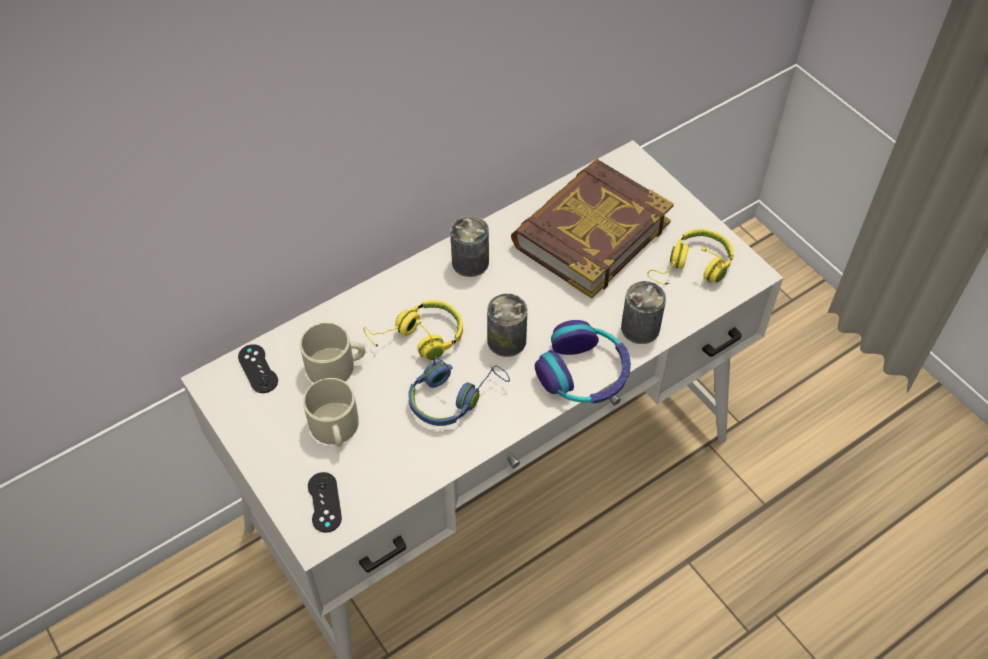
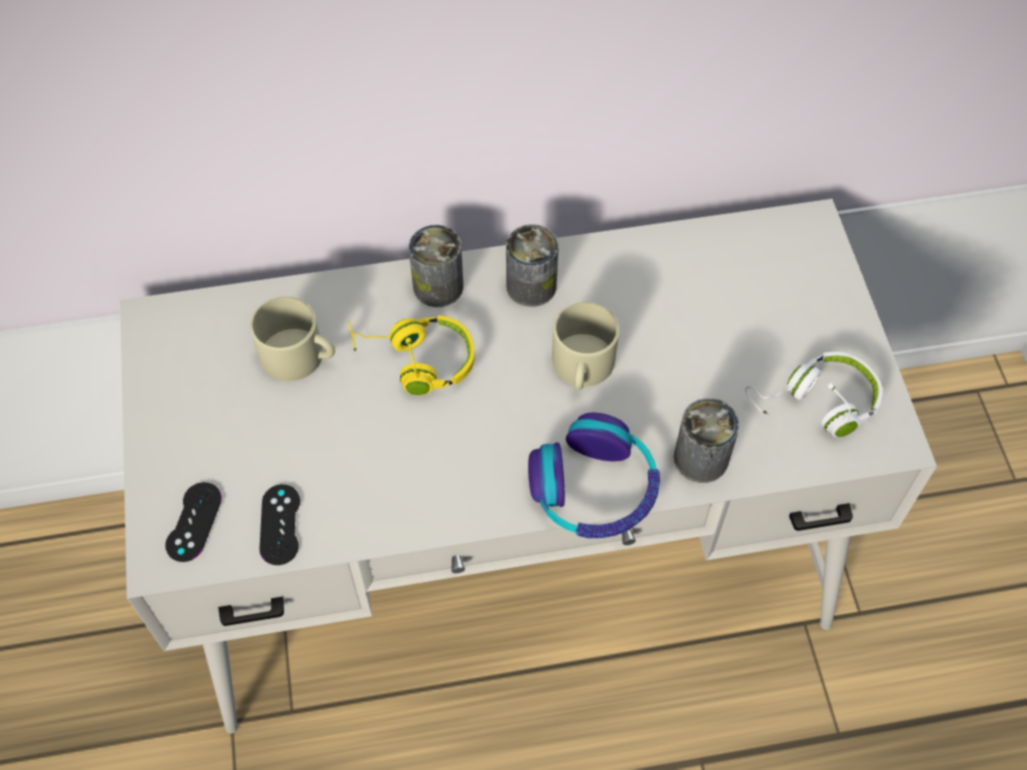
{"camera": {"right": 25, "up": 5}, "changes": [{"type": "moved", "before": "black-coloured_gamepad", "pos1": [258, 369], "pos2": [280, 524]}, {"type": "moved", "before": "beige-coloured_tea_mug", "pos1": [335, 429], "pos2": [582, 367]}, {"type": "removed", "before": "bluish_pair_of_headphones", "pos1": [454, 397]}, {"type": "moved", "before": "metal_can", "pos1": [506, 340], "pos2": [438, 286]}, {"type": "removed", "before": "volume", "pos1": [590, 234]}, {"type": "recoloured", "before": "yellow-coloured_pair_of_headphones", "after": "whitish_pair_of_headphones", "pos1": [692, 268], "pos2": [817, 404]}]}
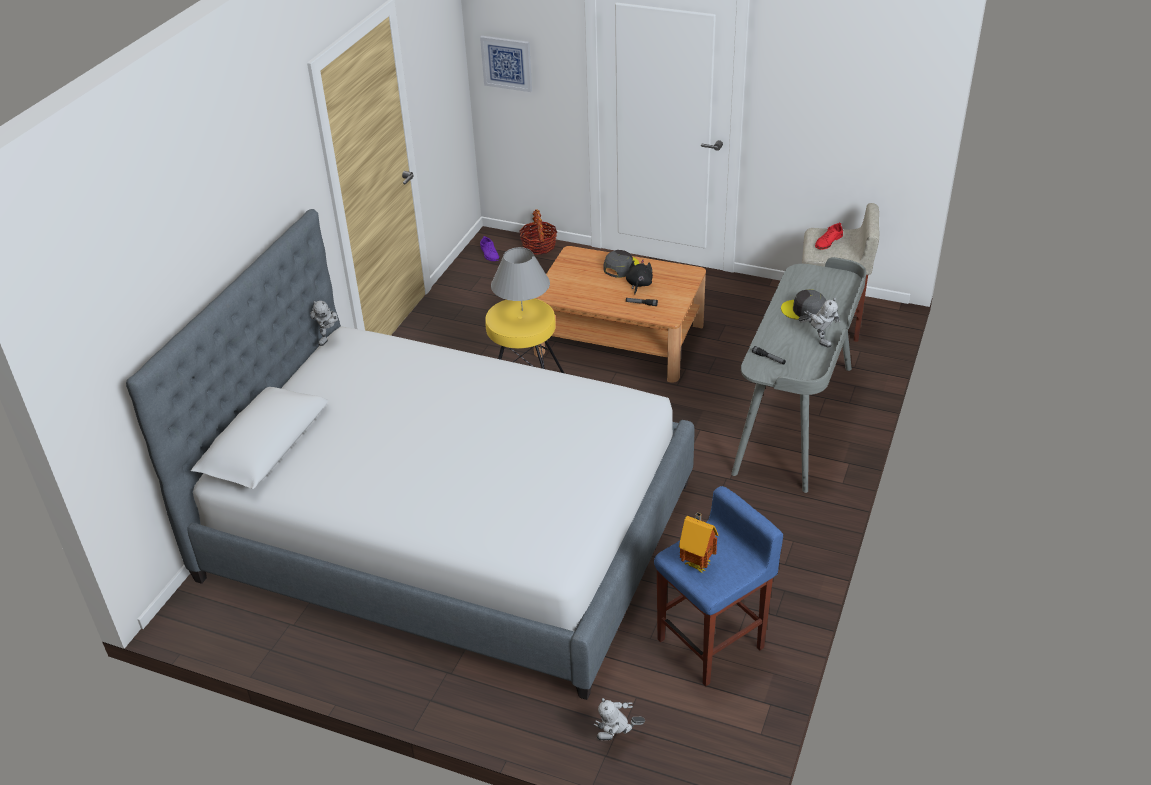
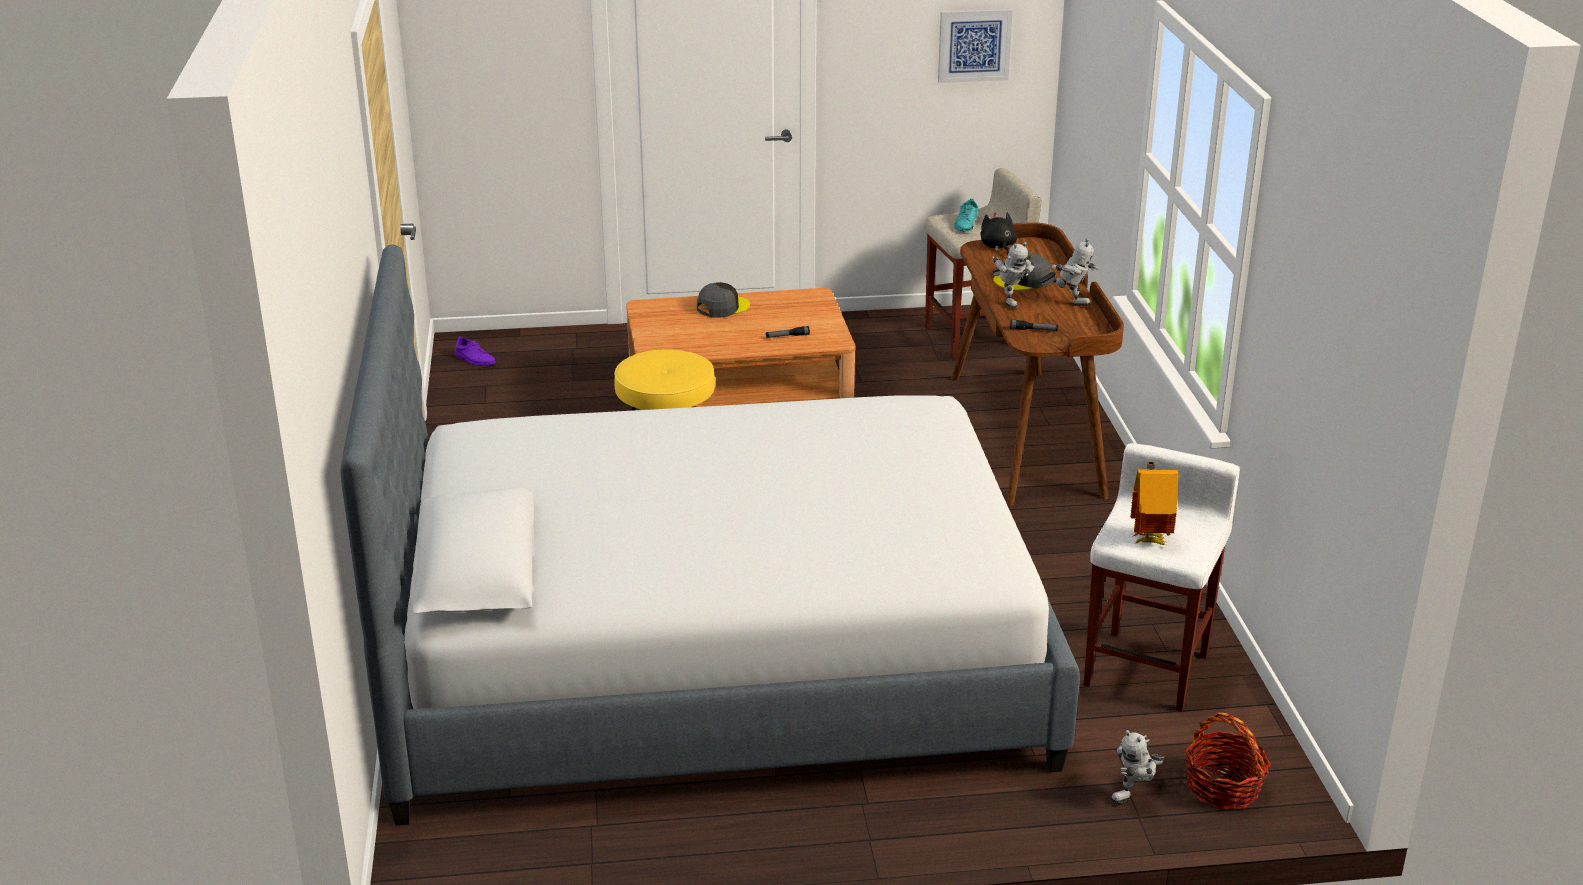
{"camera": {"right": -30, "up": -10}, "changes": [{"type": "moved", "before": "model_robot", "pos1": [329, 337], "pos2": [1009, 301]}, {"type": "moved", "before": "wall_art", "pos1": [507, 63], "pos2": [974, 45]}, {"type": "removed", "before": "gray_tabletop_lamp", "pos1": [522, 310]}, {"type": "moved", "before": "storage_basket", "pos1": [539, 246], "pos2": [1223, 787]}, {"type": "turned", "before": "gray_cap", "pos1": [621, 267], "pos2": [722, 307], "turn": 45}, {"type": "moved", "before": "black-coloured_cuddly_toy", "pos1": [639, 285], "pos2": [998, 247]}, {"type": "recoloured", "before": "bluish_stool_seat", "after": "whitish_stool_seat", "pos1": [712, 643], "pos2": [1147, 669]}, {"type": "recoloured", "before": "gray_desk_unit", "after": "brown_desk_unit", "pos1": [796, 419], "pos2": [1027, 434]}, {"type": "recoloured", "before": "red-coloured_low_shoe", "after": "turquoise-coloured_low_shoe", "pos1": [828, 242], "pos2": [966, 224]}]}
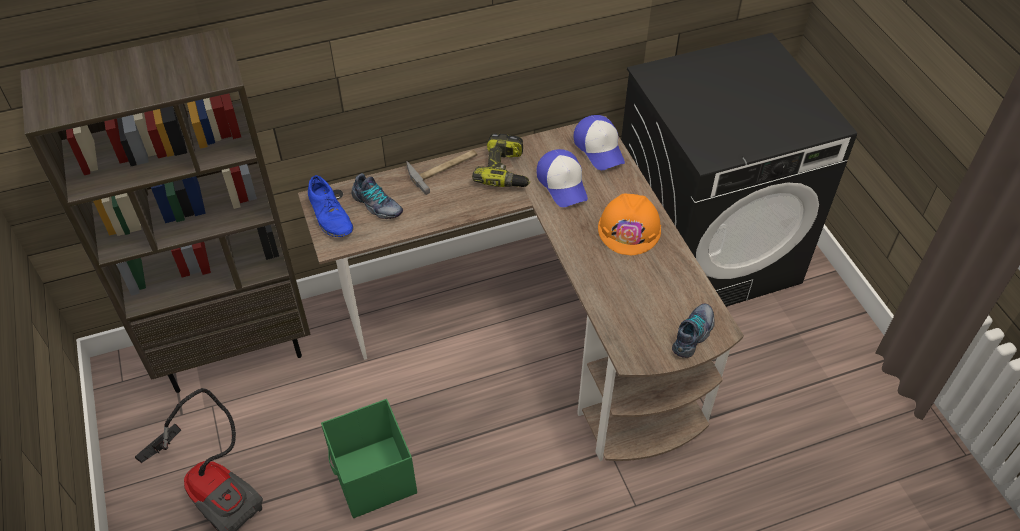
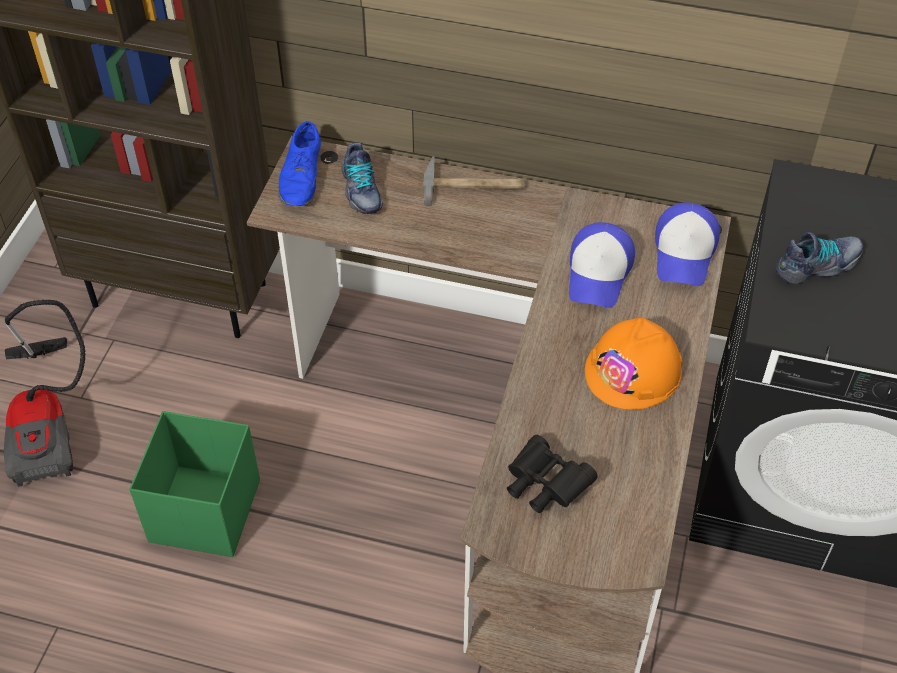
{"camera": {"right": 35, "up": 0}, "changes": [{"type": "removed", "before": "electric_drill", "pos1": [506, 170]}, {"type": "moved", "before": "low_shoe", "pos1": [693, 334], "pos2": [818, 266]}, {"type": "added", "after": "black-coloured_binoculars", "pos2": [544, 485]}]}
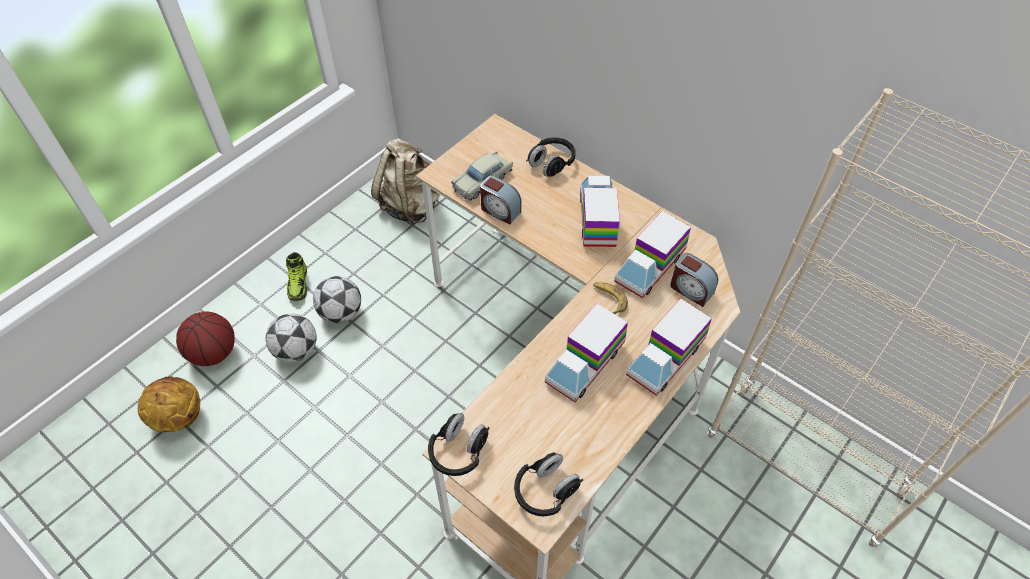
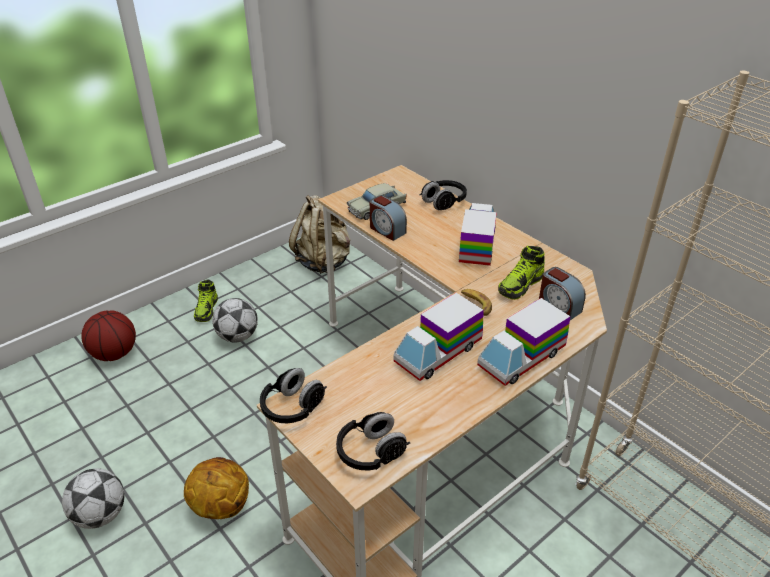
{"camera": {"right": 10, "up": -15}, "changes": [{"type": "moved", "before": "basketball_ball", "pos1": [178, 417], "pos2": [220, 506]}, {"type": "moved", "before": "football", "pos1": [296, 351], "pos2": [100, 515]}, {"type": "replaced", "before": "toy_lorry", "after": "low_shoe", "pos1": [649, 267], "pos2": [520, 285]}]}
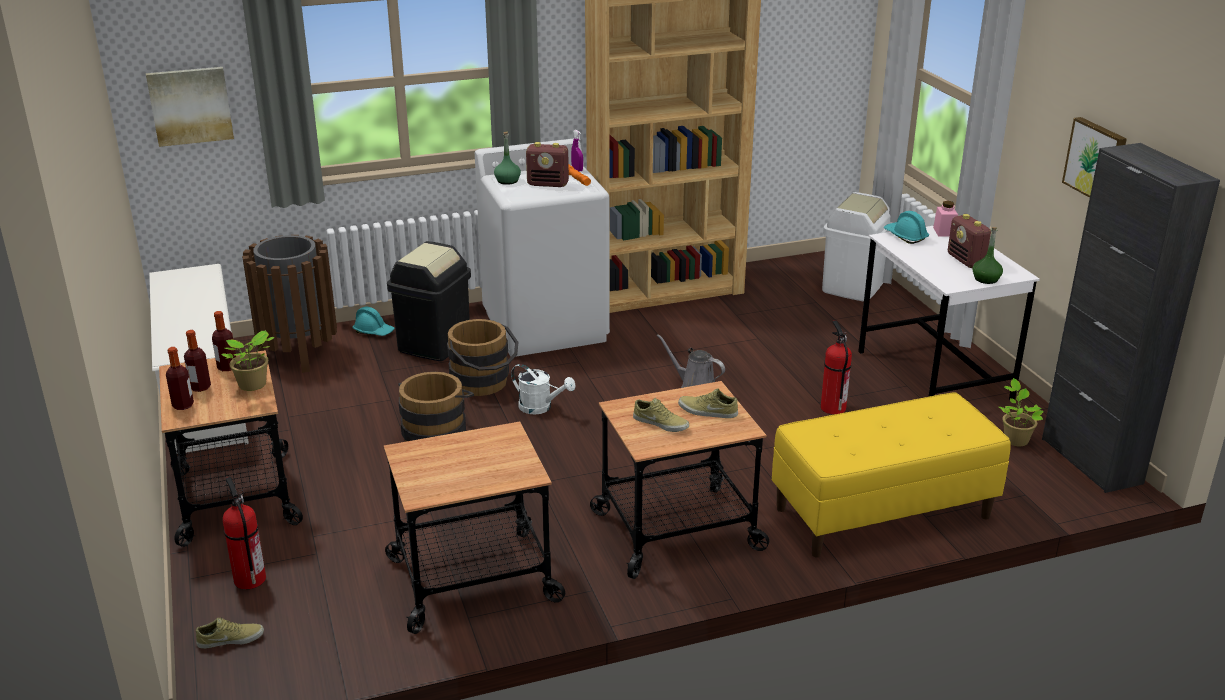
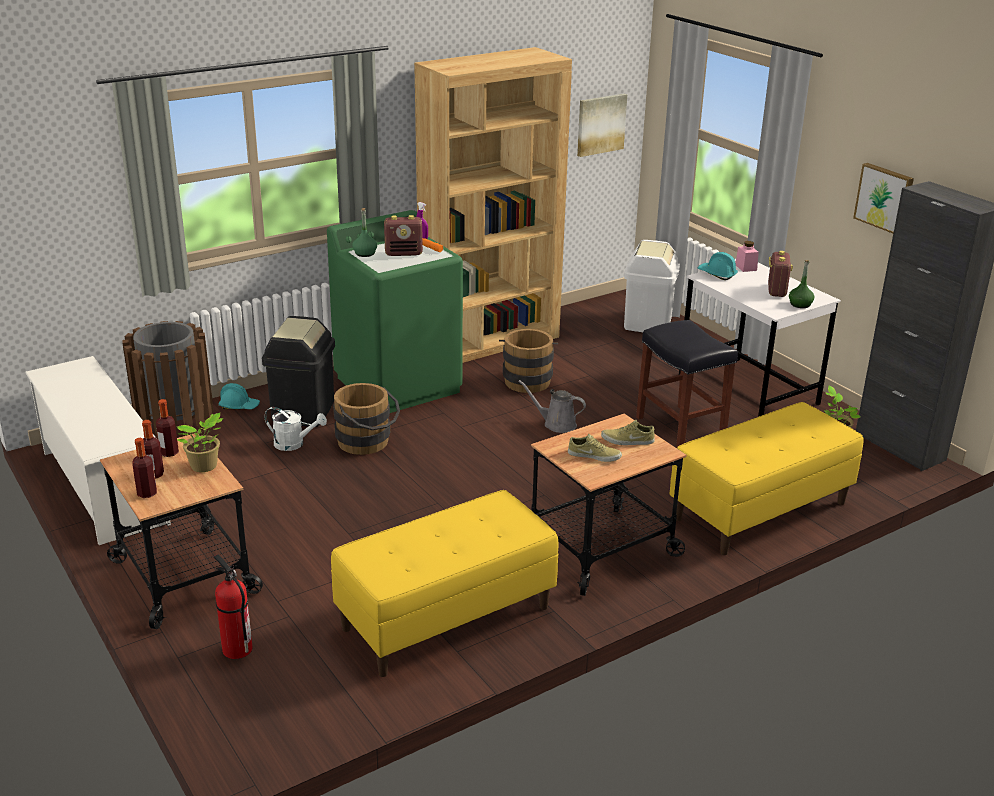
{"camera": {"right": -15, "up": 0}, "changes": [{"type": "moved", "before": "wall_art", "pos1": [190, 105], "pos2": [600, 124]}, {"type": "removed", "before": "beige-coloured_low_shoe", "pos1": [231, 638]}, {"type": "replaced", "before": "wheeled_cart", "after": "yellow-coloured_long_seat", "pos1": [473, 581], "pos2": [446, 619]}, {"type": "moved", "before": "brown_water_bucket", "pos1": [437, 436], "pos2": [527, 379]}, {"type": "recoloured", "before": "whitish_laundry_appliance", "after": "green_laundry_appliance", "pos1": [546, 326], "pos2": [399, 384]}, {"type": "moved", "before": "whitish_watering_pot", "pos1": [541, 408], "pos2": [294, 444]}, {"type": "replaced", "before": "fire-fighting_cylinder", "after": "black-coloured_stool_seat", "pos1": [832, 407], "pos2": [679, 427]}, {"type": "turned", "before": "radio_receiver", "pos1": [966, 261], "pos2": [776, 290], "turn": -135}]}
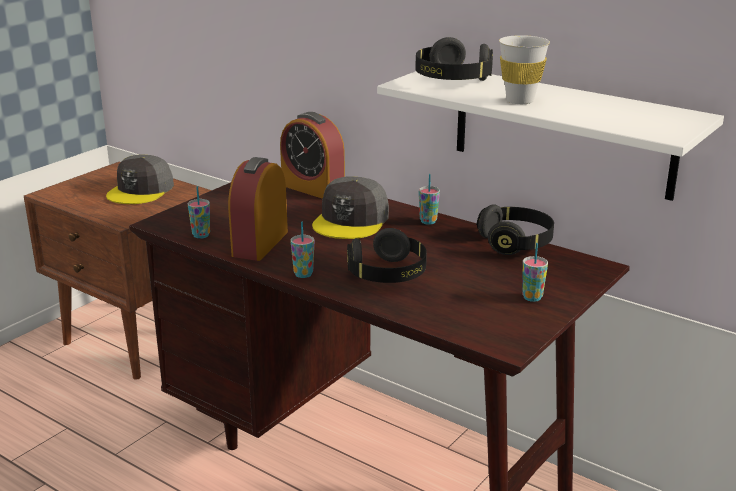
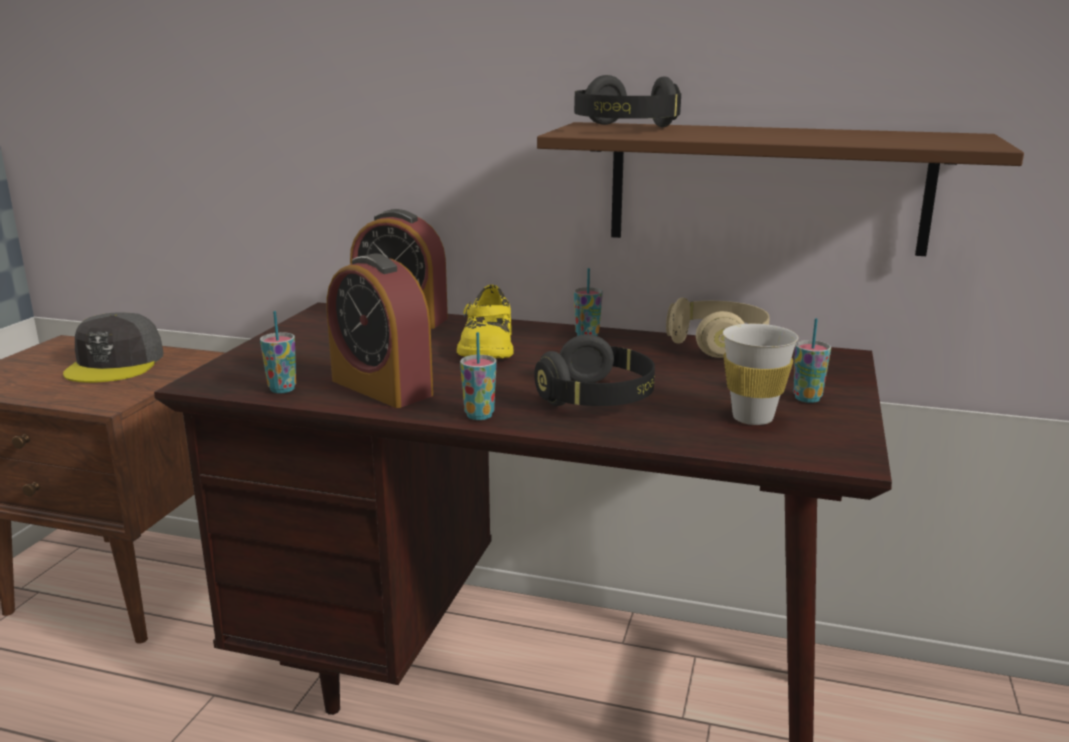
{"camera": {"right": -20, "up": -5}, "changes": [{"type": "turned", "before": "table_clock", "pos1": [260, 243], "pos2": [381, 387], "turn": -45}, {"type": "replaced", "before": "gray_cap", "after": "yellow-coloured_low_shoe", "pos1": [351, 220], "pos2": [486, 346]}, {"type": "recoloured", "before": "whitish_wall_shelf", "after": "brown_wall_shelf", "pos1": [562, 131], "pos2": [767, 187]}, {"type": "recoloured", "before": "black-coloured_pair_of_headphones", "after": "beige-coloured_pair_of_headphones", "pos1": [515, 243], "pos2": [718, 344]}, {"type": "moved", "before": "whitish_small_cup", "pos1": [520, 101], "pos2": [752, 418]}]}
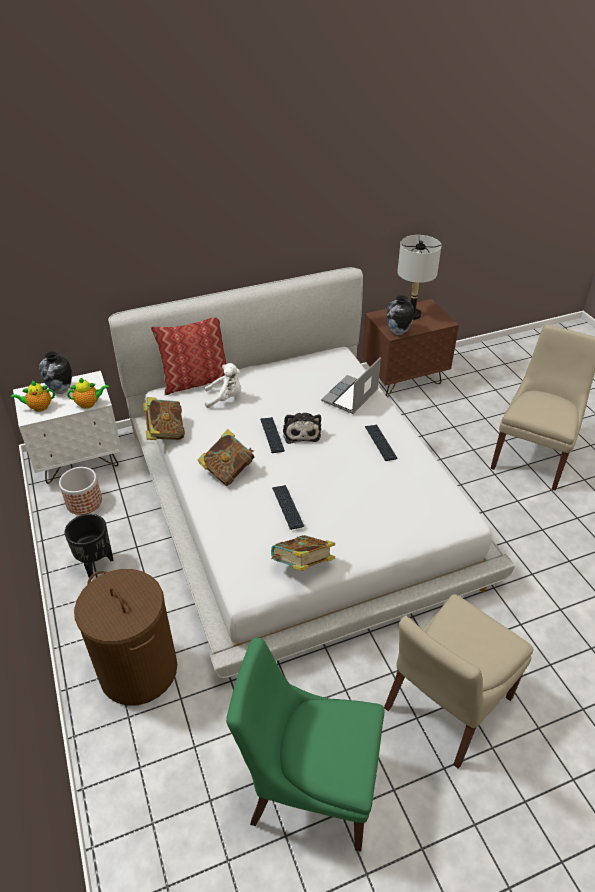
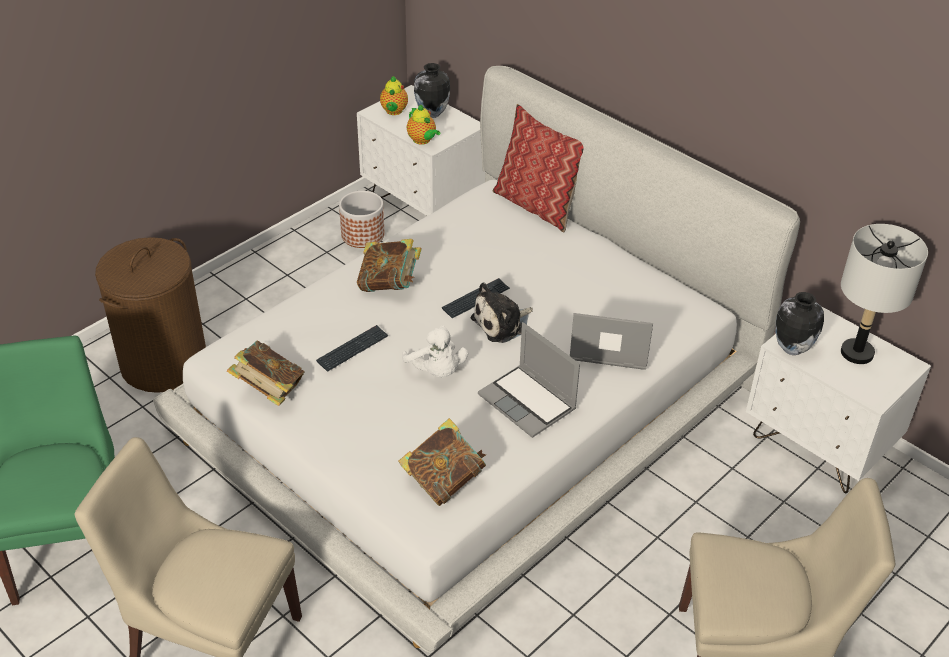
{"camera": {"right": 65, "up": 0}, "changes": [{"type": "turned", "before": "tea_pot", "pos1": [38, 407], "pos2": [394, 111], "turn": -135}, {"type": "removed", "before": "black-coloured_flower_pot", "pos1": [96, 564]}, {"type": "moved", "before": "volume", "pos1": [165, 432], "pos2": [443, 481]}, {"type": "moved", "before": "whitish_cuddly_toy", "pos1": [225, 398], "pos2": [436, 371]}, {"type": "recoloured", "before": "brown_night_table", "after": "whitish_night_table", "pos1": [404, 379], "pos2": [818, 446]}, {"type": "replaced", "before": "keyboard", "after": "laptop", "pos1": [380, 443], "pos2": [528, 402]}]}
